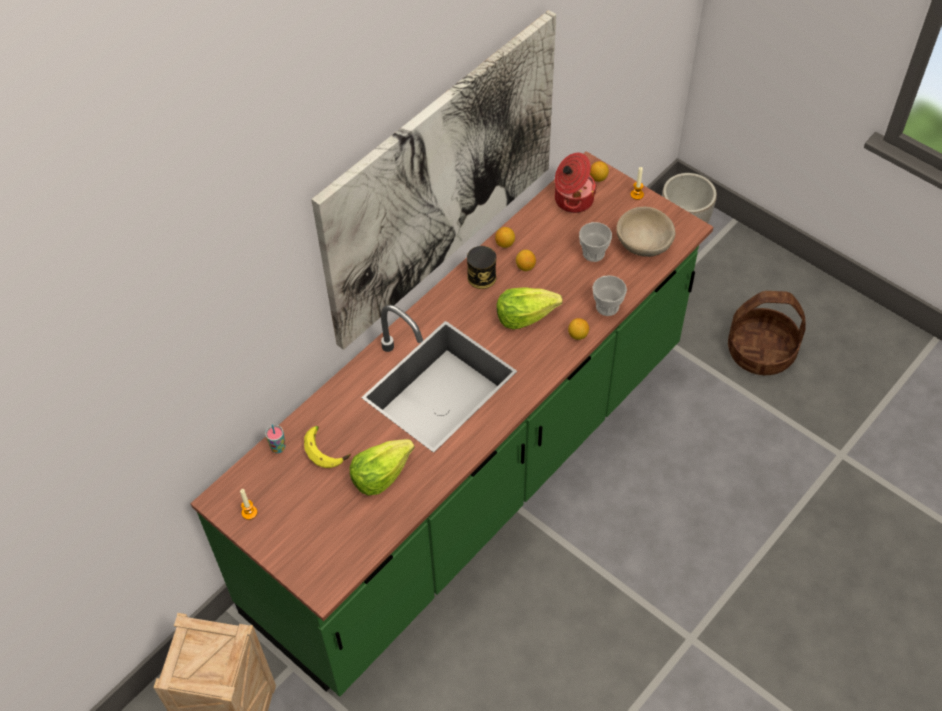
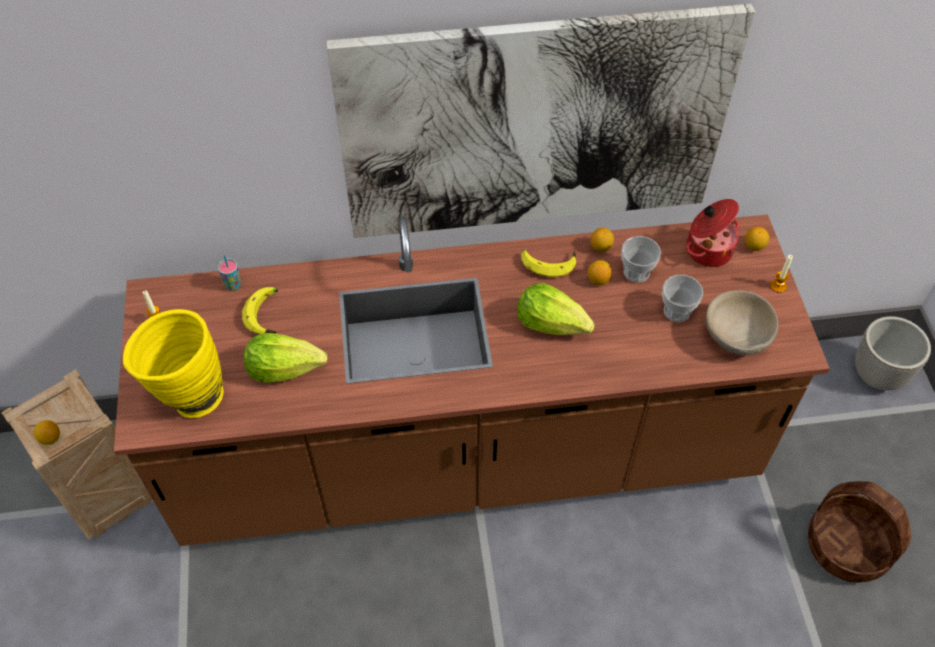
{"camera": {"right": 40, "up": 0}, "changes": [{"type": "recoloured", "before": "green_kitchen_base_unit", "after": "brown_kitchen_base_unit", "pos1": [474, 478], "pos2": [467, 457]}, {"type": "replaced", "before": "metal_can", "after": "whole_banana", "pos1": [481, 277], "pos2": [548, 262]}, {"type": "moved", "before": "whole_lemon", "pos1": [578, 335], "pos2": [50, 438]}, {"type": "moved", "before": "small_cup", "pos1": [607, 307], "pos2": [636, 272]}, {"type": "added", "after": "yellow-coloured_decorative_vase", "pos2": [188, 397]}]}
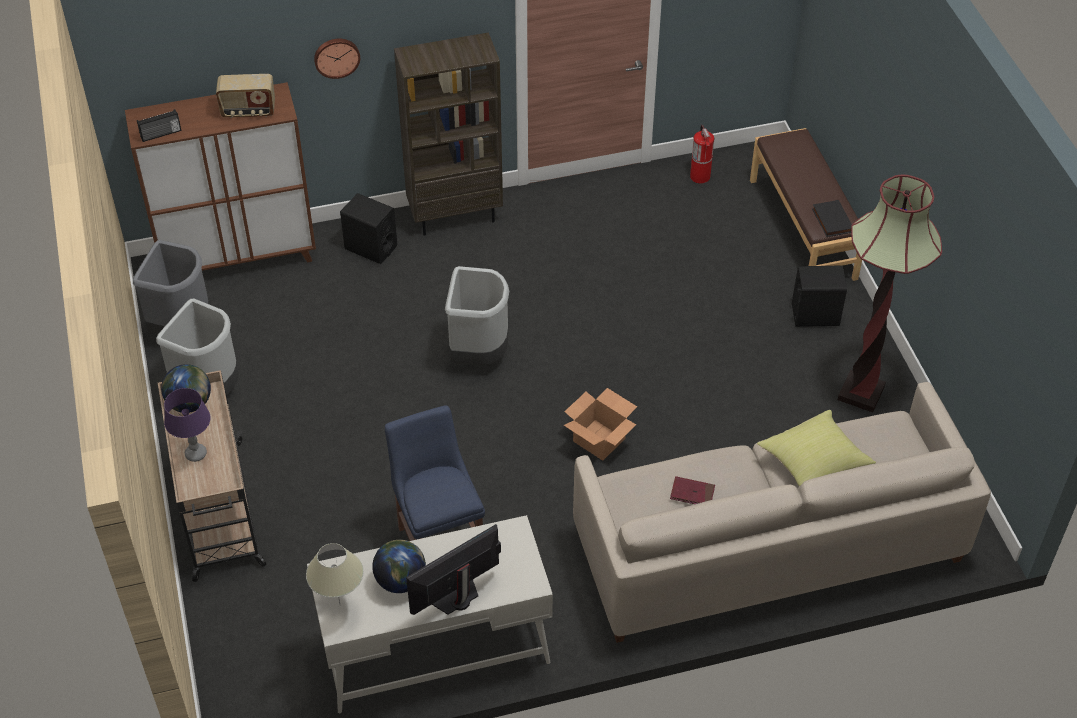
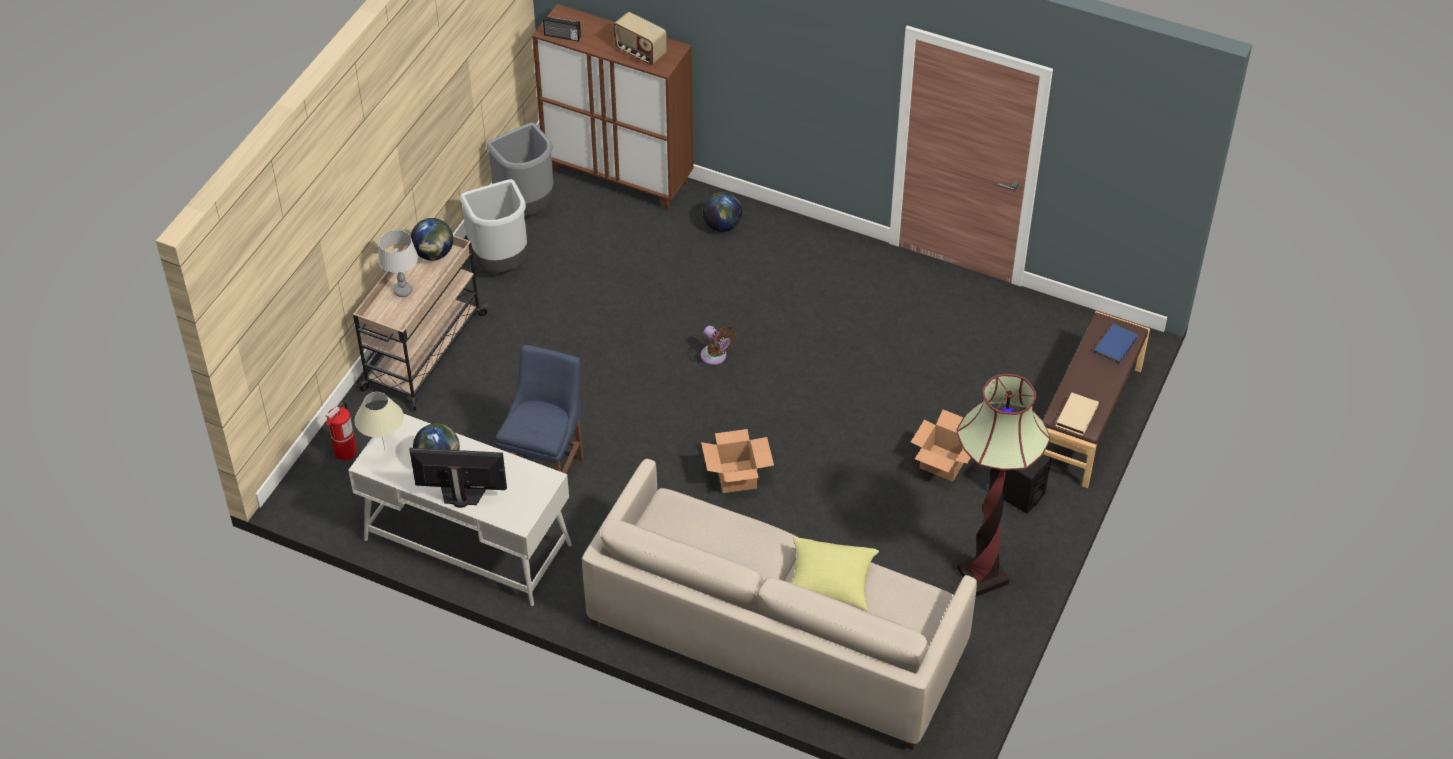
{"camera": {"right": 40, "up": 0}, "changes": [{"type": "recoloured", "before": "purple_tabletop_lamp", "after": "gray_tabletop_lamp", "pos1": [196, 454], "pos2": [403, 291]}, {"type": "removed", "before": "hanging_clock", "pos1": [336, 57]}, {"type": "replaced", "before": "black-coloured_speaker", "after": "globe", "pos1": [370, 247], "pos2": [722, 225]}, {"type": "removed", "before": "brown_bookcase", "pos1": [455, 216]}, {"type": "replaced", "before": "gray_rubbish_bin", "after": "brown_fan", "pos1": [478, 355], "pos2": [715, 357]}, {"type": "removed", "before": "red-coloured_volume", "pos1": [692, 493]}, {"type": "moved", "before": "fire-fighting_cylinder", "pos1": [700, 177], "pos2": [345, 452]}, {"type": "recoloured", "before": "black-coloured_volume", "after": "beige-coloured_volume", "pos1": [831, 220], "pos2": [1075, 415]}, {"type": "added", "after": "carton", "pos2": [944, 463]}, {"type": "added", "after": "bluish_volume", "pos2": [1116, 347]}]}
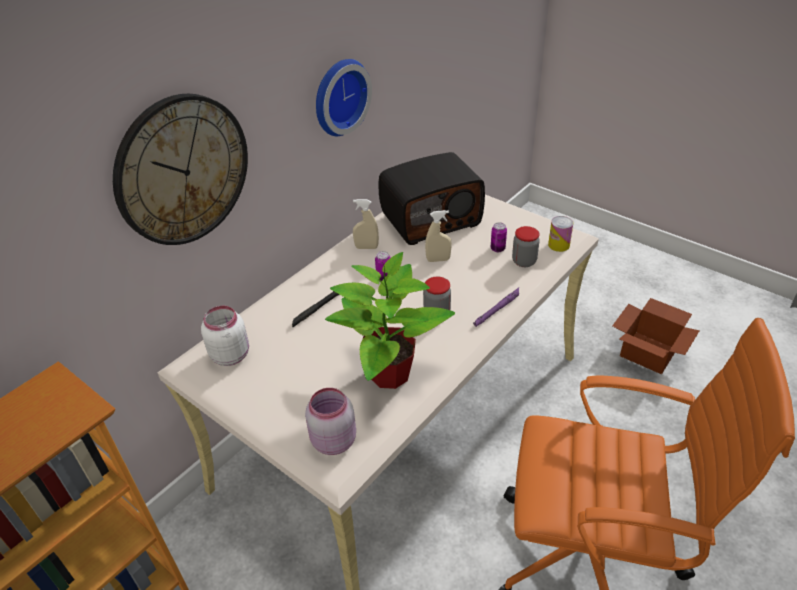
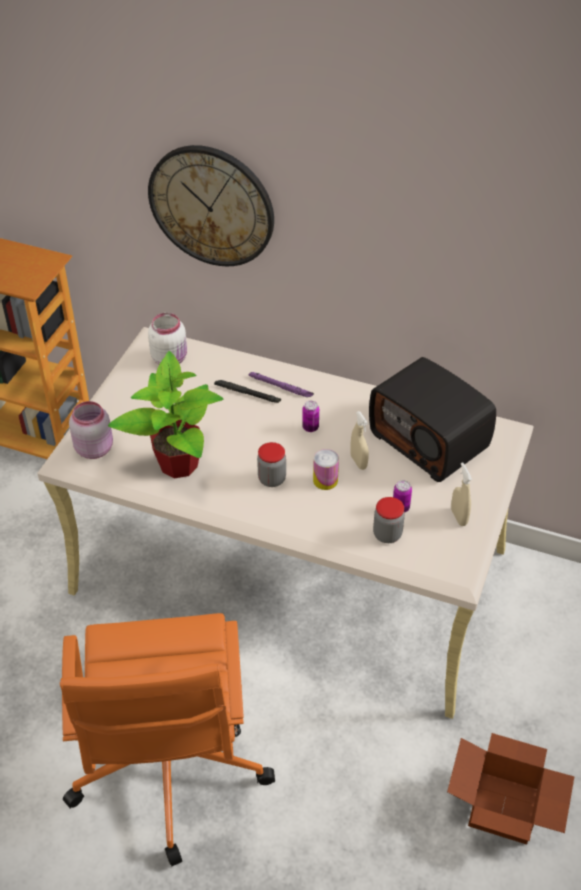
{"camera": {"right": 70, "up": 5}, "changes": [{"type": "removed", "before": "hanging_clock", "pos1": [338, 96]}, {"type": "moved", "before": "beige-coloured_hand_sprayer", "pos1": [366, 247], "pos2": [458, 517]}, {"type": "moved", "before": "purple_torch", "pos1": [497, 309], "pos2": [280, 387]}, {"type": "moved", "before": "metal_can", "pos1": [558, 245], "pos2": [325, 480]}]}
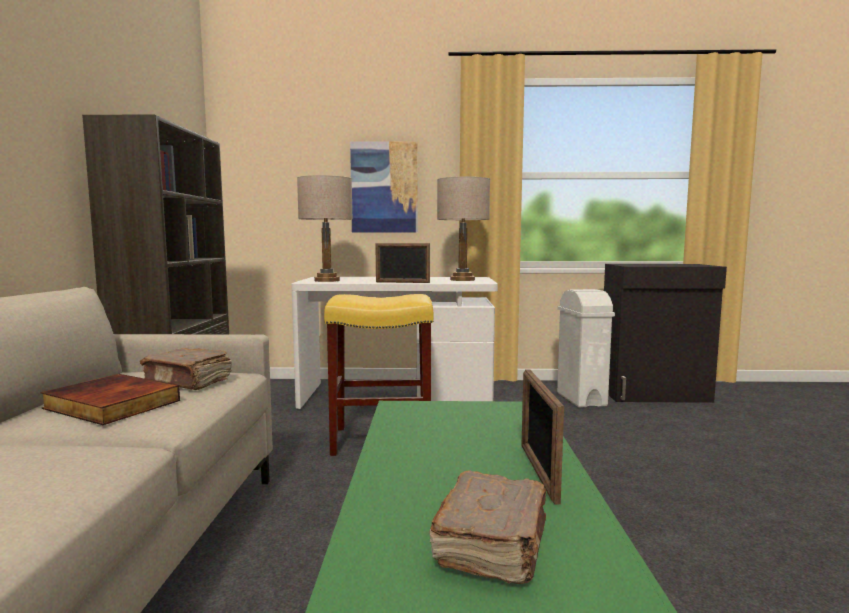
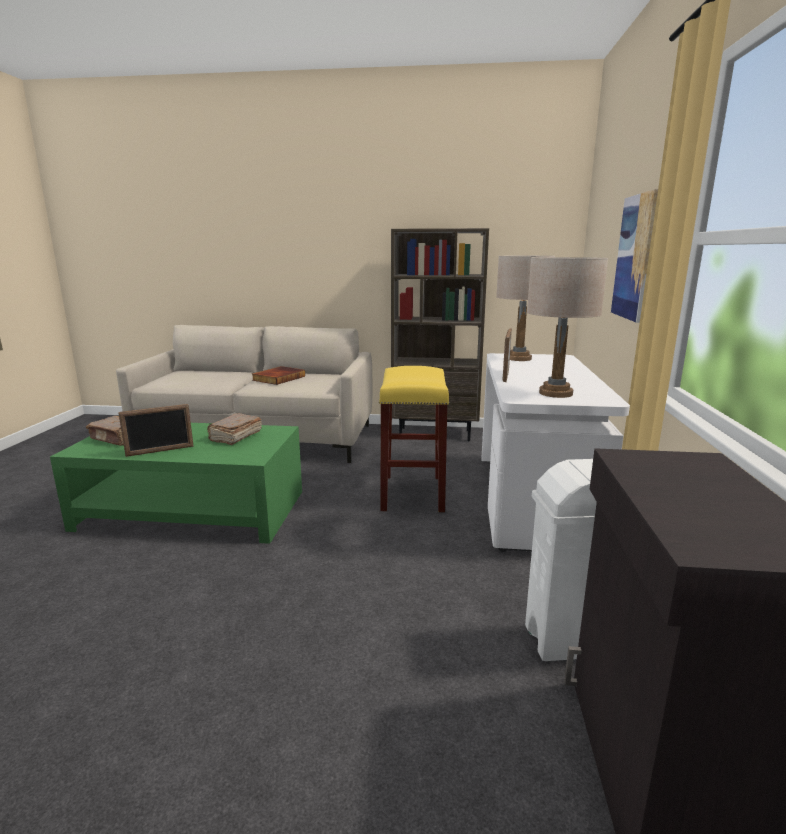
{"camera": {"right": 95, "up": 10}, "changes": [{"type": "moved", "before": "brown_volume", "pos1": [189, 381], "pos2": [235, 437]}, {"type": "turned", "before": "picture_frame", "pos1": [538, 472], "pos2": [160, 451], "turn": 150}]}
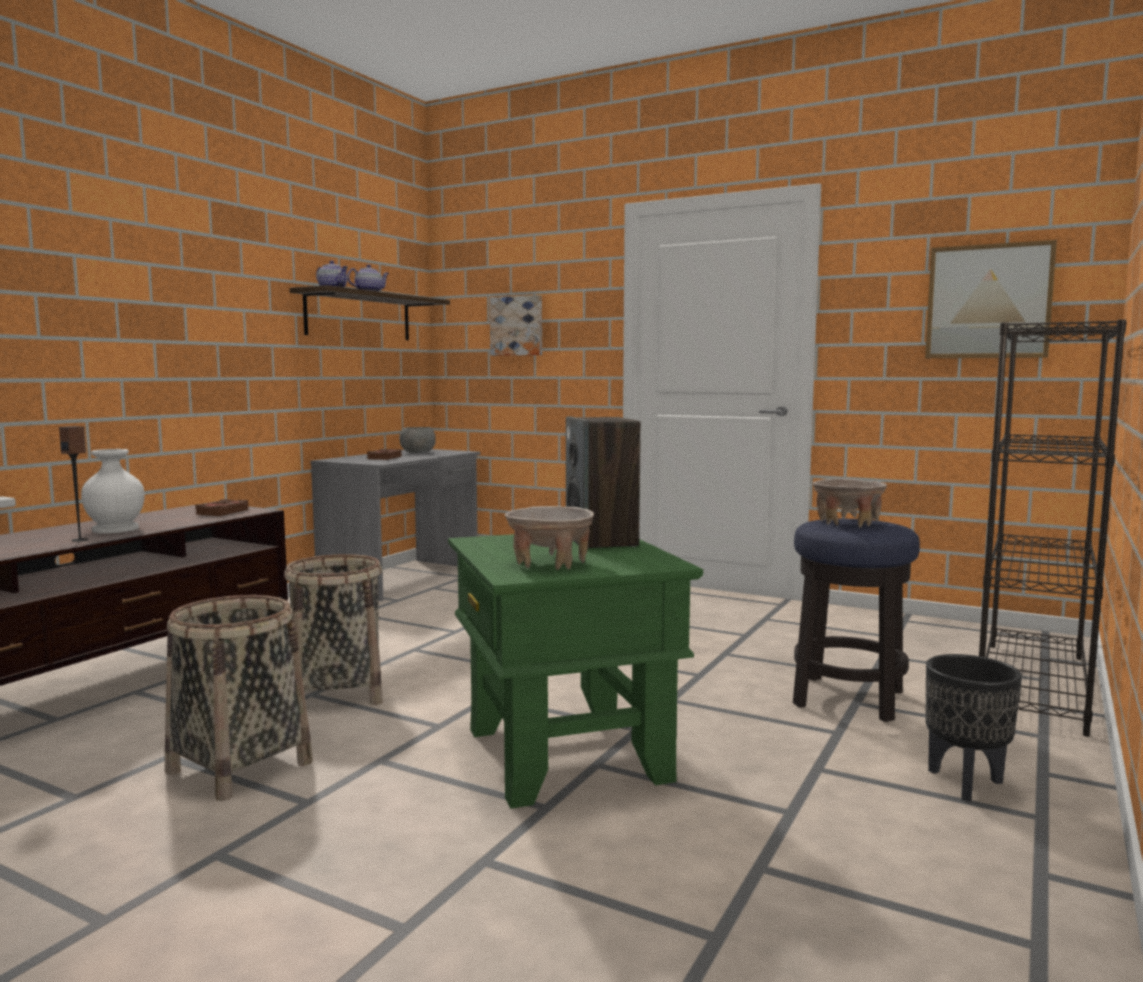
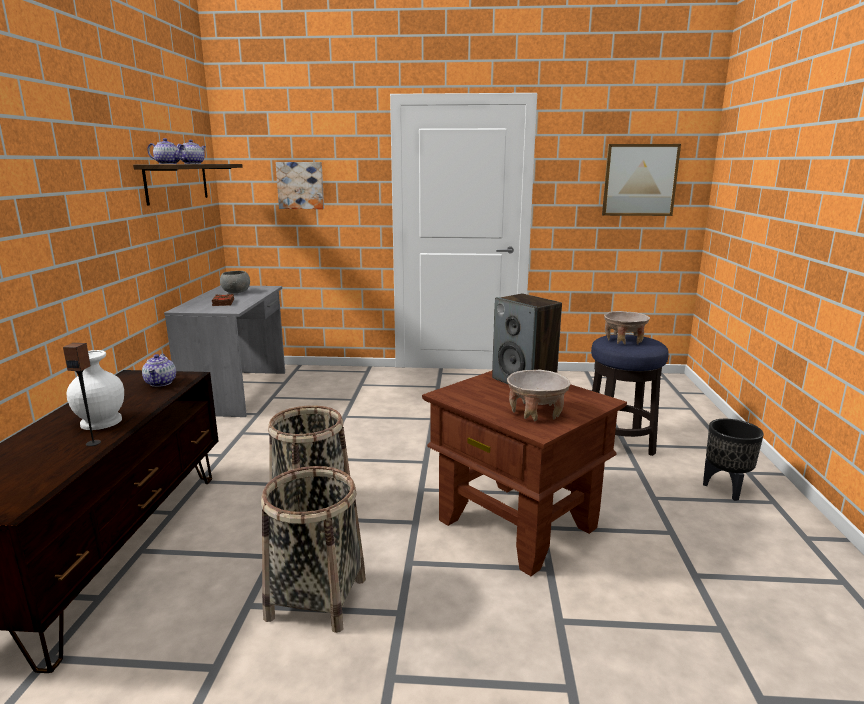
{"camera": {"right": -25, "up": 10}, "changes": [{"type": "replaced", "before": "brown_volume", "after": "tea_pot", "pos1": [221, 512], "pos2": [161, 383]}, {"type": "recoloured", "before": "green_accent_table", "after": "brown_accent_table", "pos1": [565, 754], "pos2": [517, 524]}, {"type": "removed", "before": "black-coloured_bookcase", "pos1": [1034, 685]}]}
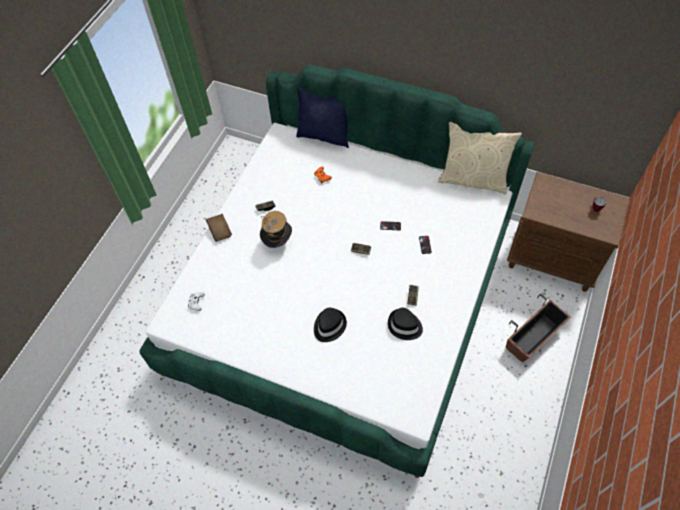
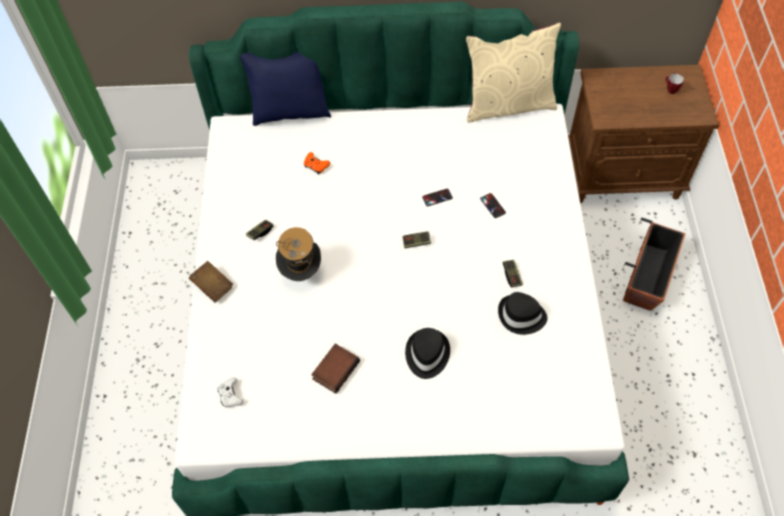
{"camera": {"right": -25, "up": 0}, "changes": [{"type": "added", "after": "volume", "pos2": [335, 369]}]}
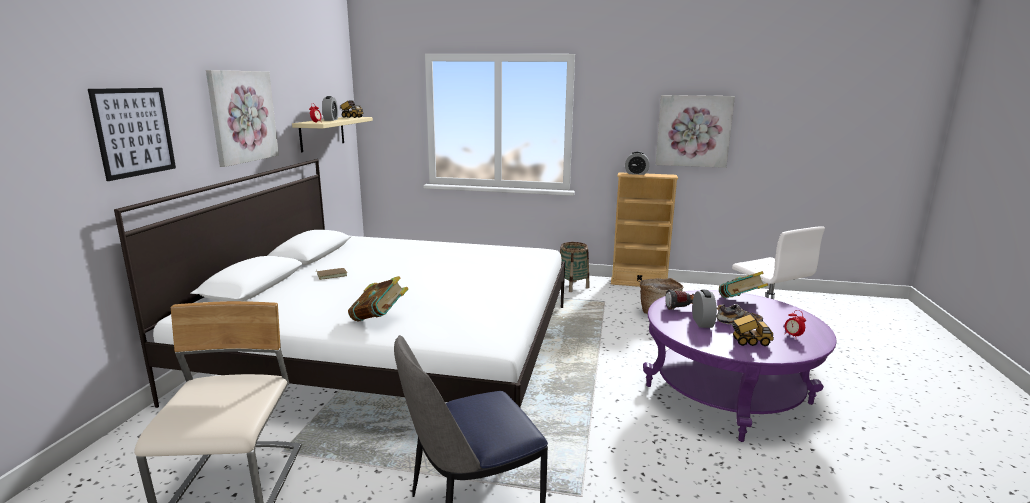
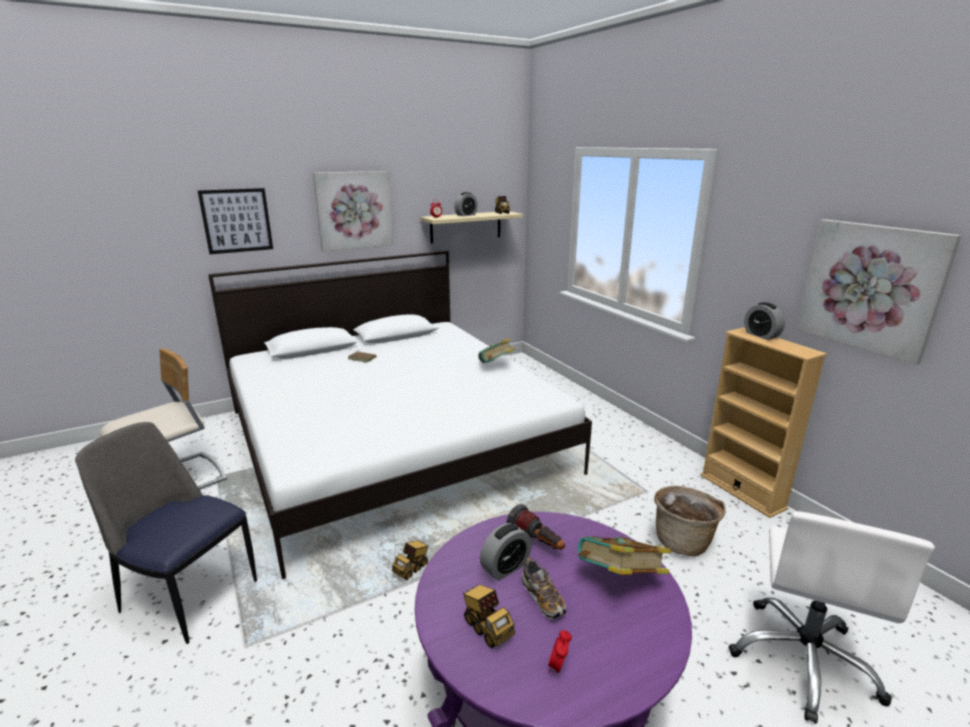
{"camera": {"right": 50, "up": 5}, "changes": [{"type": "moved", "before": "volume", "pos1": [379, 319], "pos2": [496, 366]}, {"type": "removed", "before": "storage_basket", "pos1": [572, 286]}, {"type": "added", "after": "toy_lorry", "pos2": [412, 568]}]}
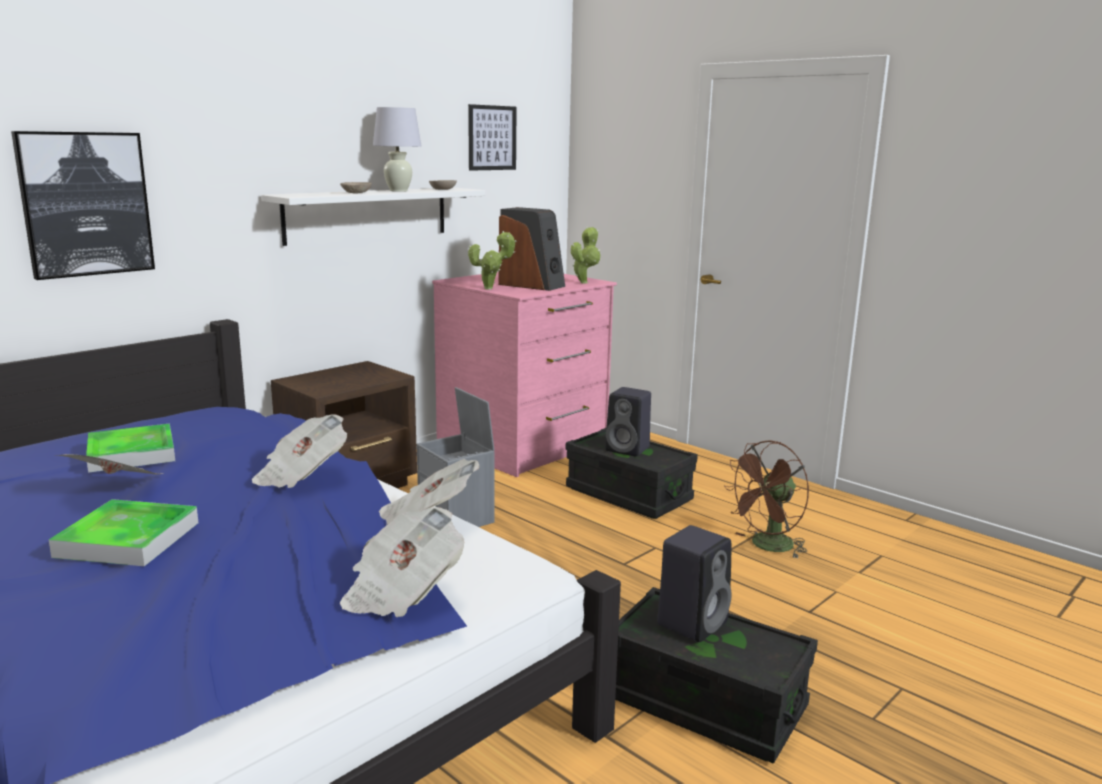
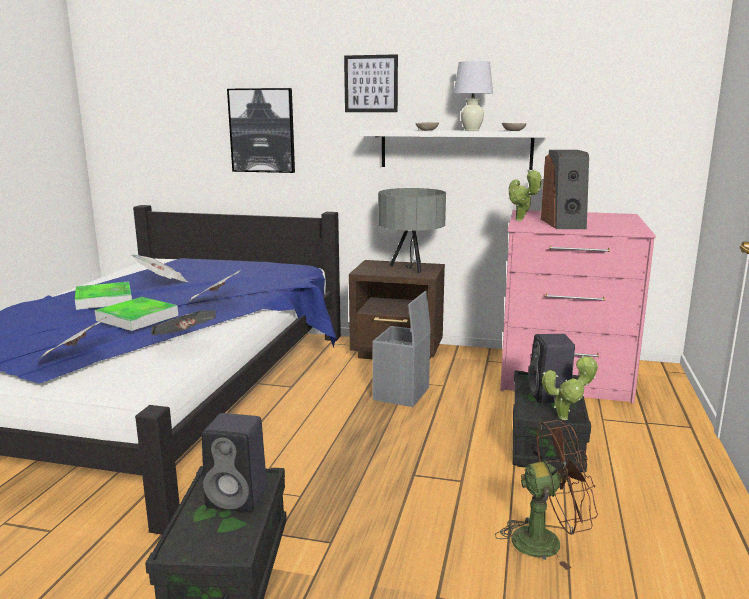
{"camera": {"right": 60, "up": 0}, "changes": [{"type": "moved", "before": "carrying_tray", "pos1": [132, 453], "pos2": [137, 318]}, {"type": "moved", "before": "wall_art", "pos1": [492, 138], "pos2": [371, 83]}, {"type": "moved", "before": "houseplant", "pos1": [584, 282], "pos2": [566, 417]}, {"type": "turned", "before": "brown_fan", "pos1": [767, 547], "pos2": [546, 541], "turn": 150}, {"type": "added", "after": "gray_tabletop_lamp", "pos2": [411, 268]}]}
